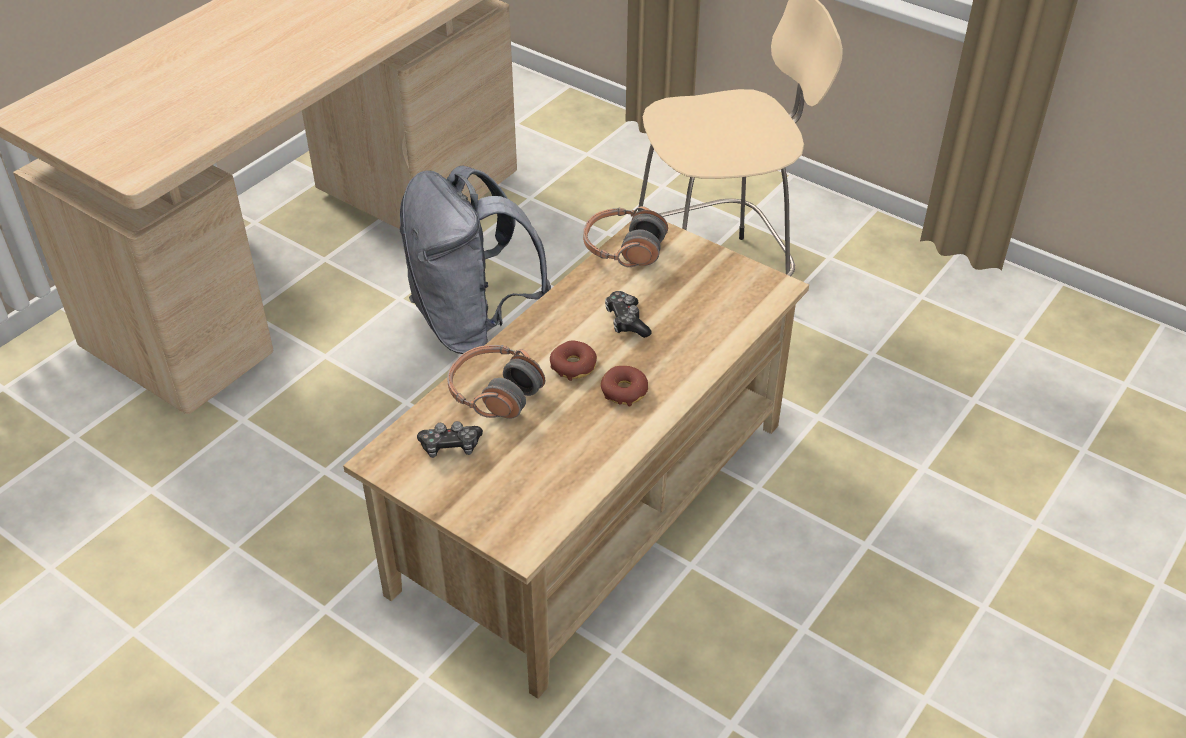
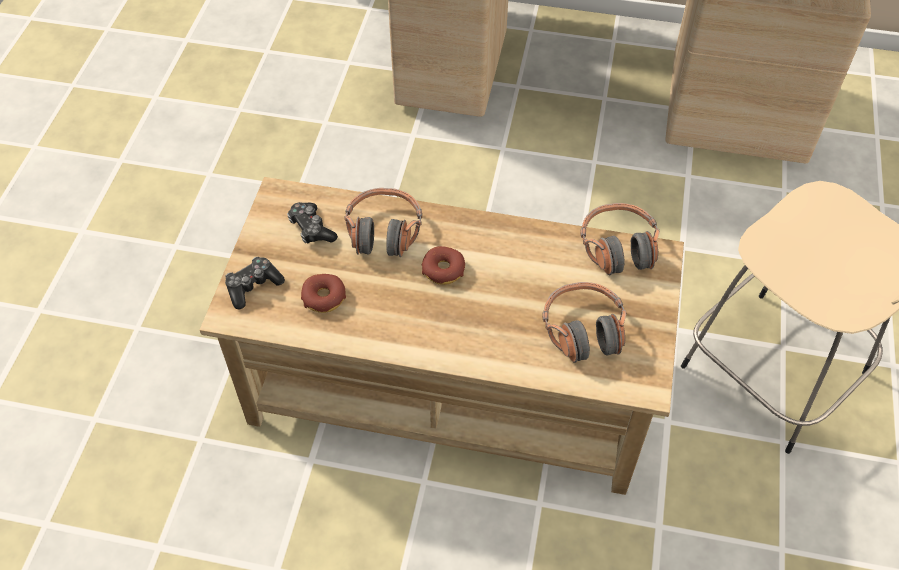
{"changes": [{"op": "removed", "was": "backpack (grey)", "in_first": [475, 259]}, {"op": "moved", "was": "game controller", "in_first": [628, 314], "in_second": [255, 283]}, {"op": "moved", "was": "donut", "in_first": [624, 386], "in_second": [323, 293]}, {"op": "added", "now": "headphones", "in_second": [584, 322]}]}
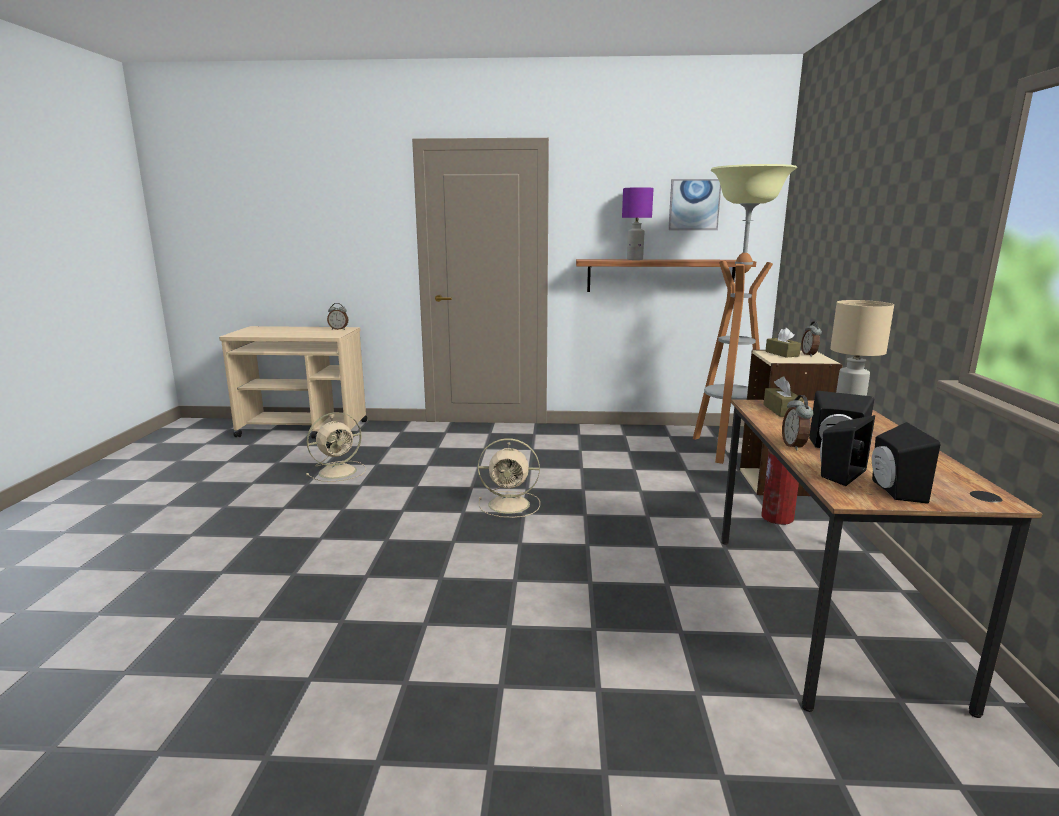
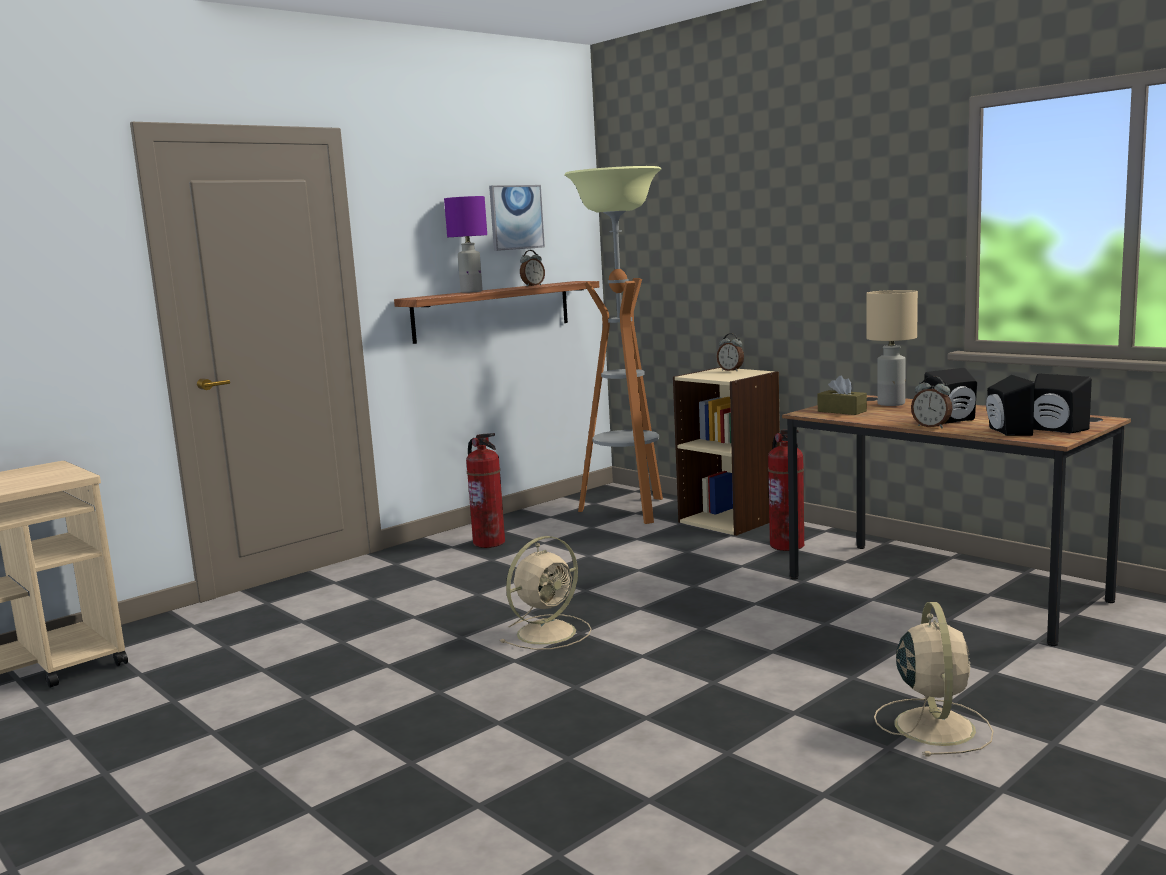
{"changes": [{"op": "moved", "was": "alarm clock", "in_first": [338, 316], "in_second": [532, 268]}, {"op": "removed", "was": "tissue box (brown)", "in_first": [783, 343]}, {"op": "moved", "was": "fan (beige)", "in_first": [336, 447], "in_second": [933, 679]}, {"op": "added", "now": "fire extinguisher", "in_second": [485, 490]}]}
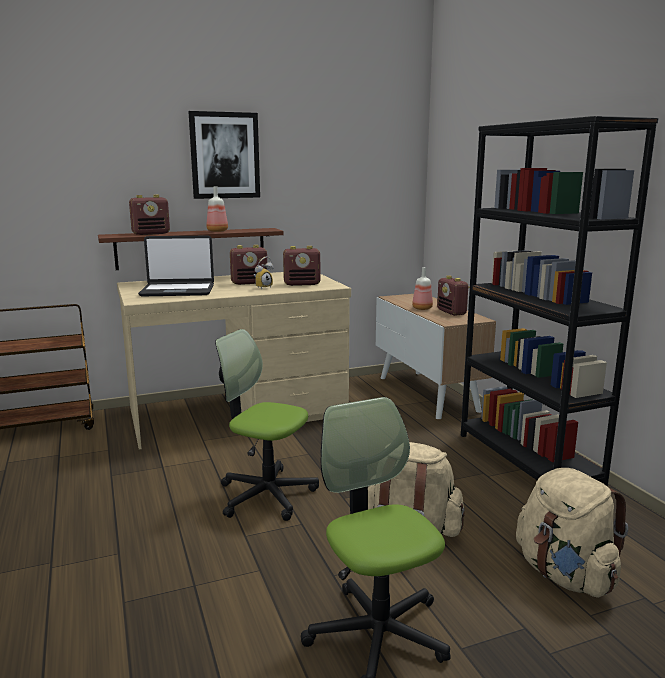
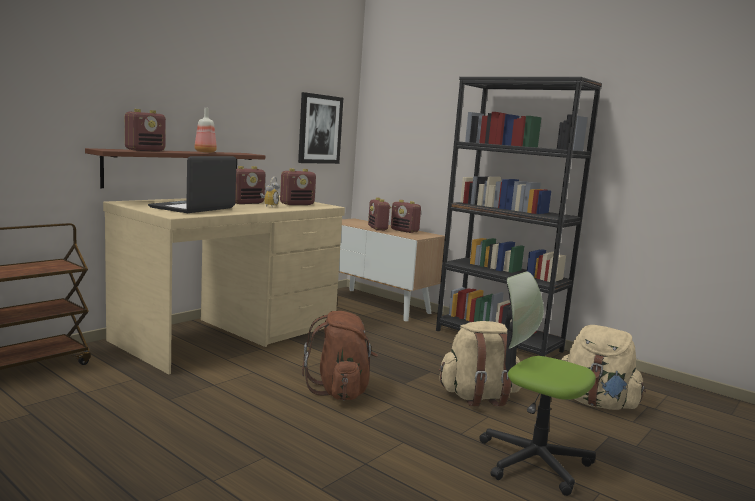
{"changes": [{"op": "moved", "was": "picture", "in_first": [224, 155], "in_second": [320, 128]}, {"op": "turned", "was": "laptop", "in_first": [176, 266], "in_second": [192, 184], "clockwise": 150}, {"op": "replaced", "was": "bottle", "now": "radio", "in_first": [422, 288], "in_second": [380, 214]}, {"op": "replaced", "was": "office chair", "now": "backpack (brown)", "in_first": [267, 425], "in_second": [340, 355]}]}
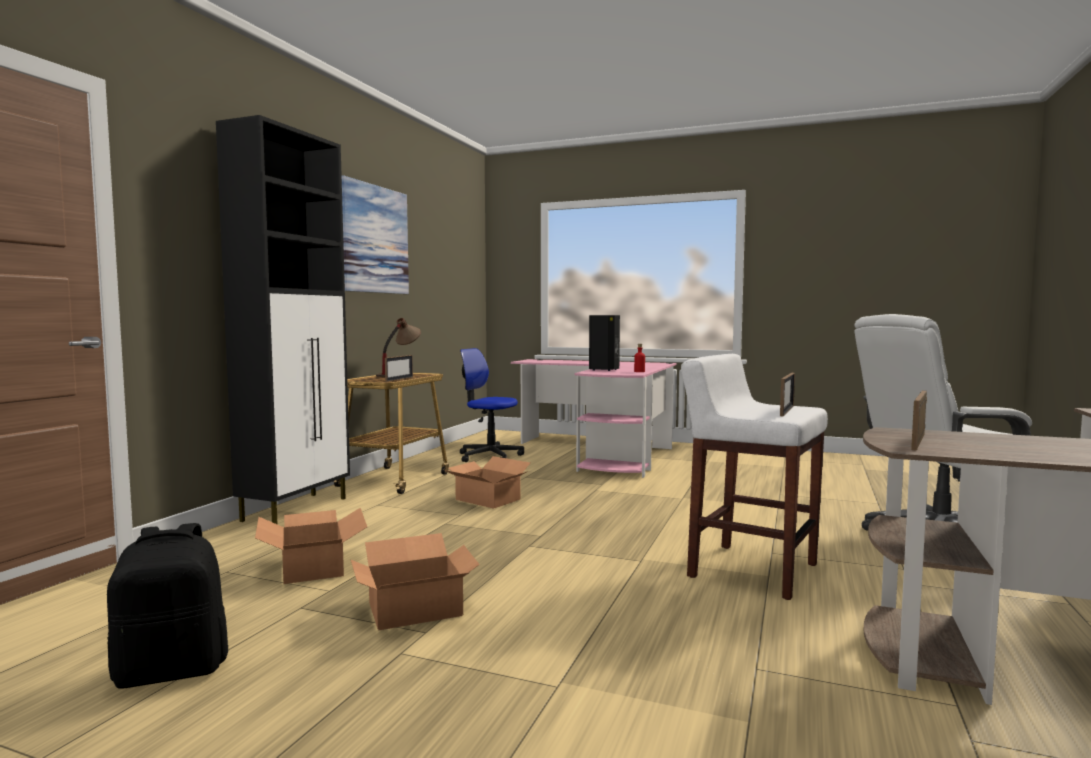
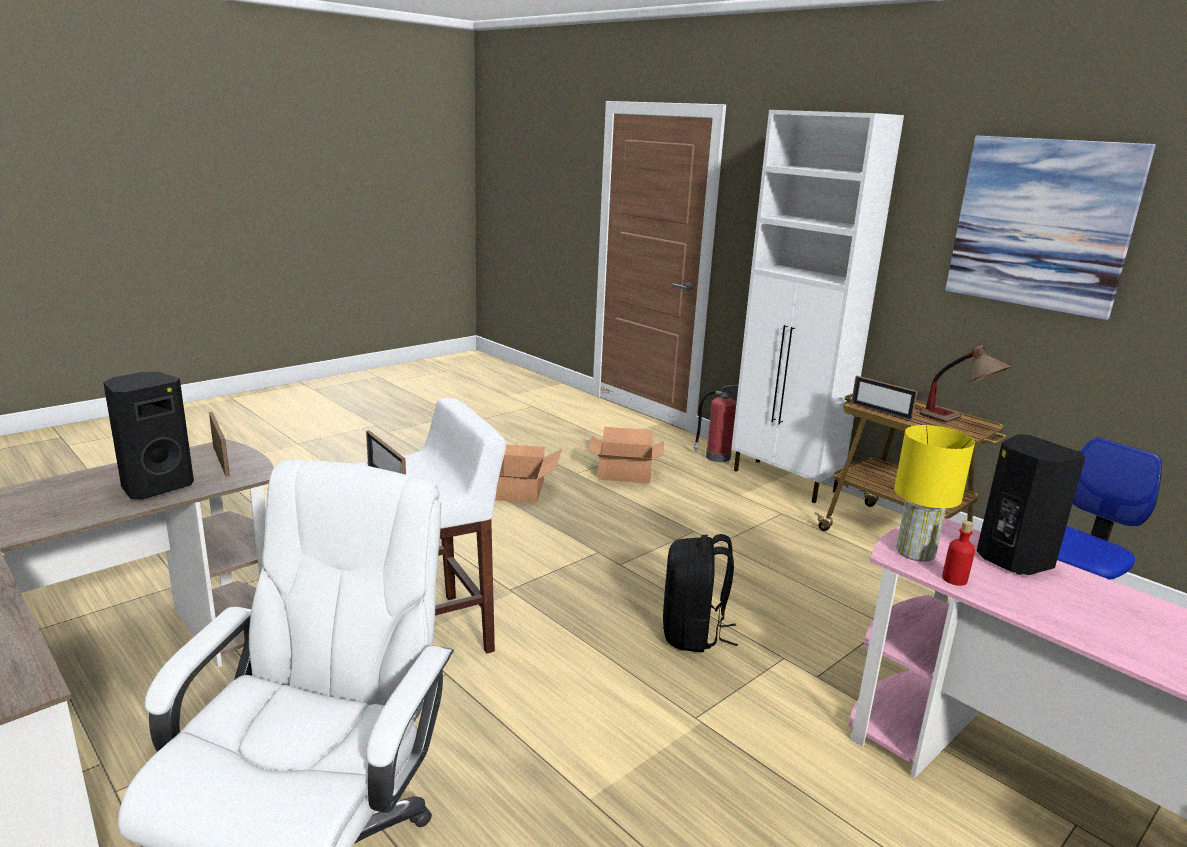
{"changes": [{"op": "recoloured", "was": "cabinet (black)", "now": "cabinet (white)", "in_first": [283, 320], "in_second": [817, 306]}, {"op": "removed", "was": "cardboard box", "in_first": [487, 482]}, {"op": "moved", "was": "backpack (black)", "in_first": [167, 606], "in_second": [700, 593]}, {"op": "added", "now": "speaker (black)", "in_second": [148, 436]}, {"op": "added", "now": "fire extinguisher", "in_second": [716, 423]}, {"op": "added", "now": "table lamp (yellow)", "in_second": [934, 493]}]}
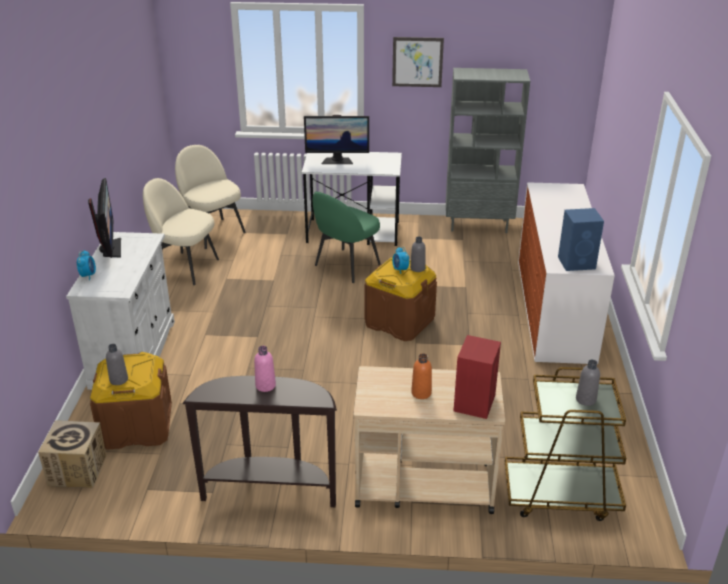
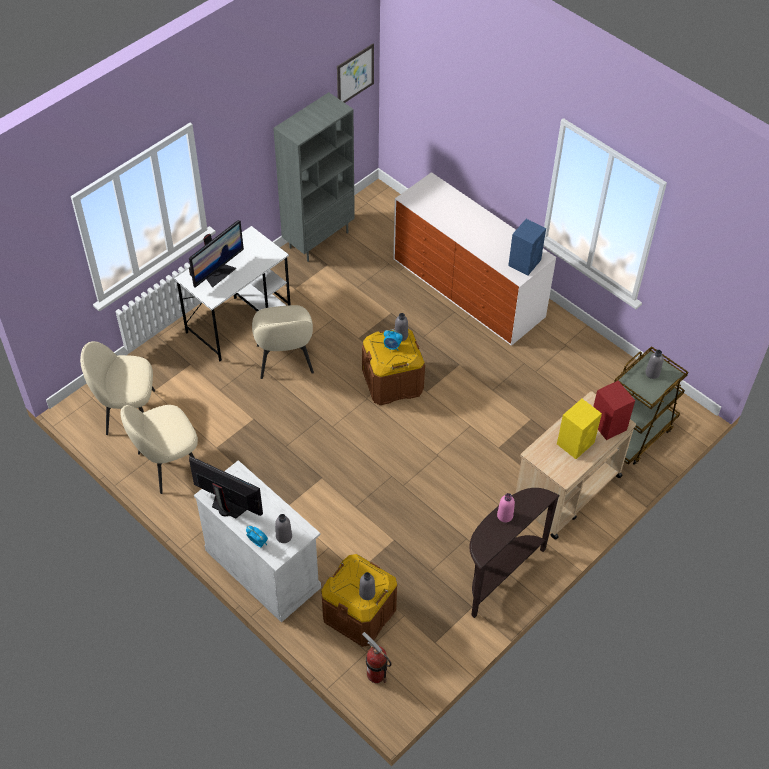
{"changes": [{"op": "moved", "was": "picture", "in_first": [418, 62], "in_second": [355, 73]}, {"op": "recoloured", "was": "chair (green)", "now": "chair (beige)", "in_first": [347, 237], "in_second": [283, 342]}, {"op": "replaced", "was": "bottle (orange)", "now": "speaker (yellow)", "in_first": [421, 376], "in_second": [579, 429]}, {"op": "replaced", "was": "cardboard box", "now": "fire extinguisher", "in_first": [72, 454], "in_second": [376, 657]}, {"op": "added", "now": "bottle (grey)", "in_second": [283, 528]}]}
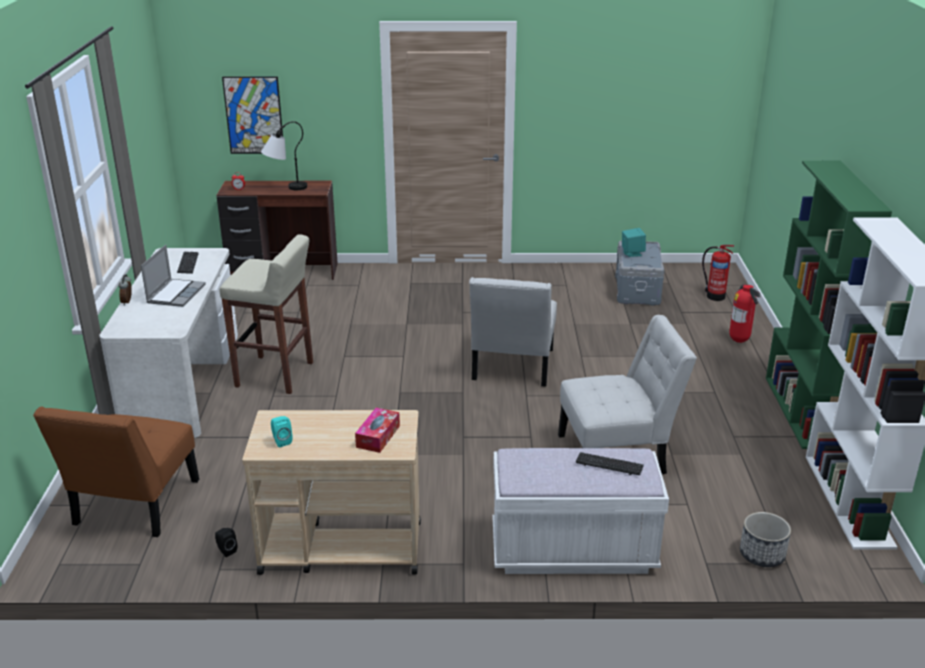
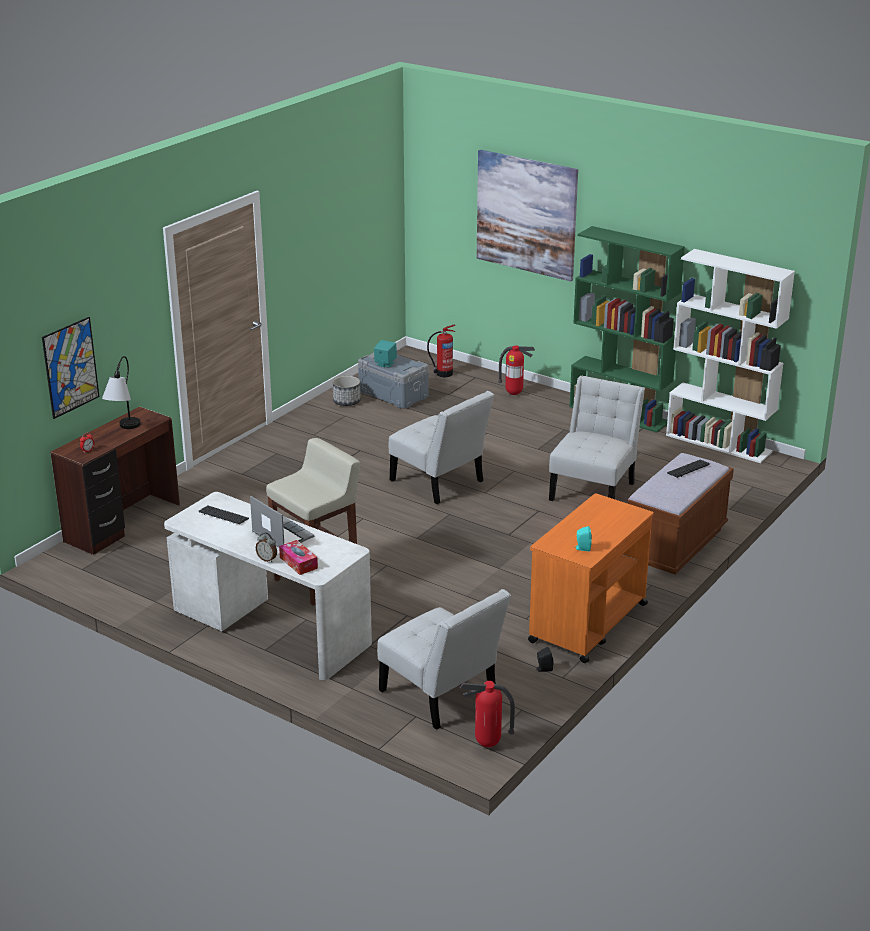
{"changes": [{"op": "recoloured", "was": "chair (brown)", "now": "chair (white)", "in_first": [116, 472], "in_second": [444, 659]}, {"op": "moved", "was": "tissue box", "in_first": [377, 430], "in_second": [298, 557]}, {"op": "recoloured", "was": "cart (beige)", "now": "cart (orange)", "in_first": [331, 492], "in_second": [591, 578]}, {"op": "recoloured", "was": "bench (white)", "now": "bench (brown)", "in_first": [580, 511], "in_second": [681, 514]}, {"op": "moved", "was": "planter", "in_first": [765, 539], "in_second": [347, 391]}, {"op": "added", "now": "picture", "in_second": [527, 215]}, {"op": "added", "now": "fire extinguisher", "in_second": [487, 714]}]}
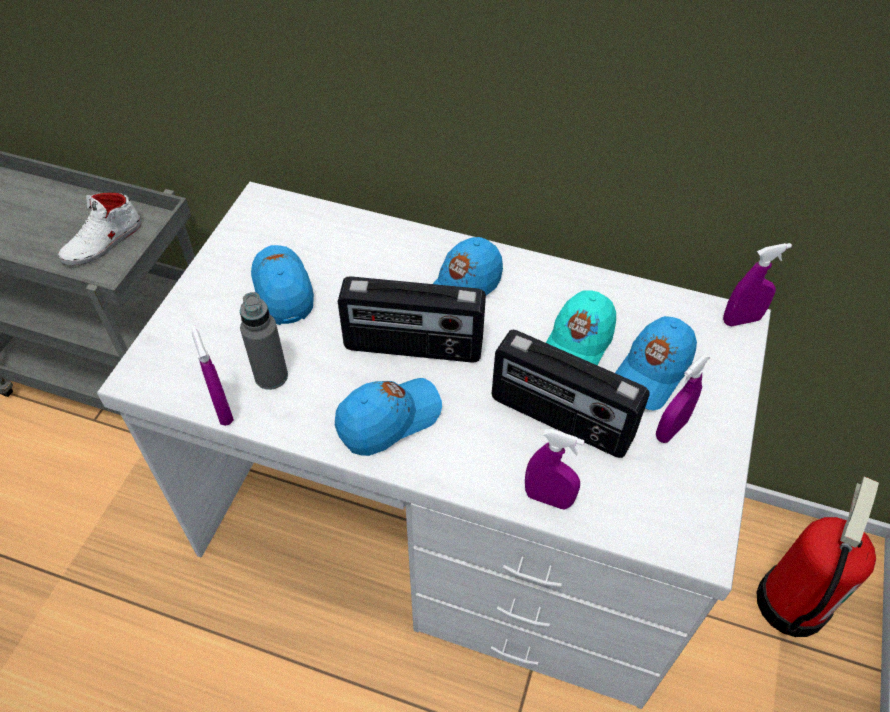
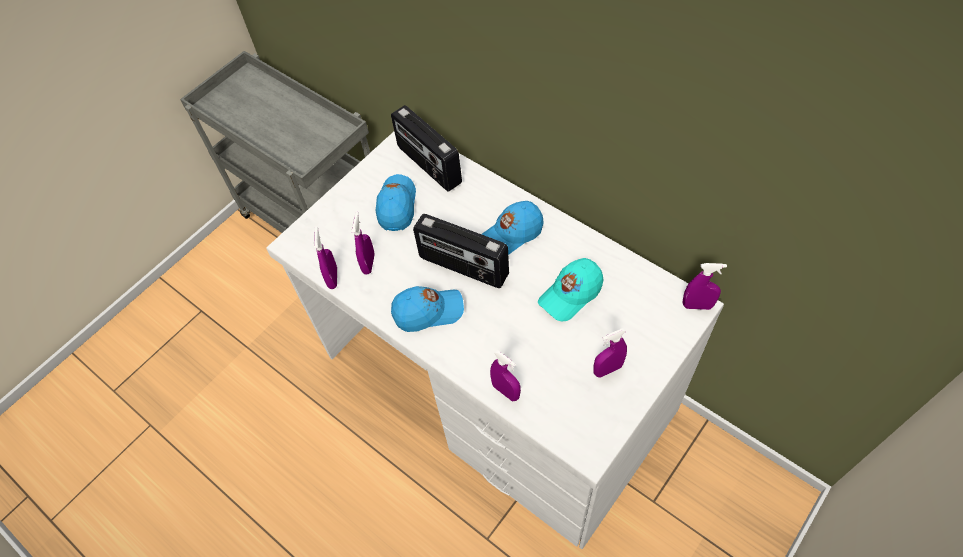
{"changes": [{"op": "removed", "was": "shoe (white)", "in_first": [99, 229]}, {"op": "replaced", "was": "bottle (grey)", "now": "spray bottle (purple)", "in_first": [264, 341], "in_second": [363, 243]}, {"op": "removed", "was": "cap (blue)", "in_first": [656, 363]}, {"op": "moved", "was": "radio", "in_first": [571, 394], "in_second": [426, 148]}, {"op": "removed", "was": "fire extinguisher", "in_first": [817, 556]}]}
